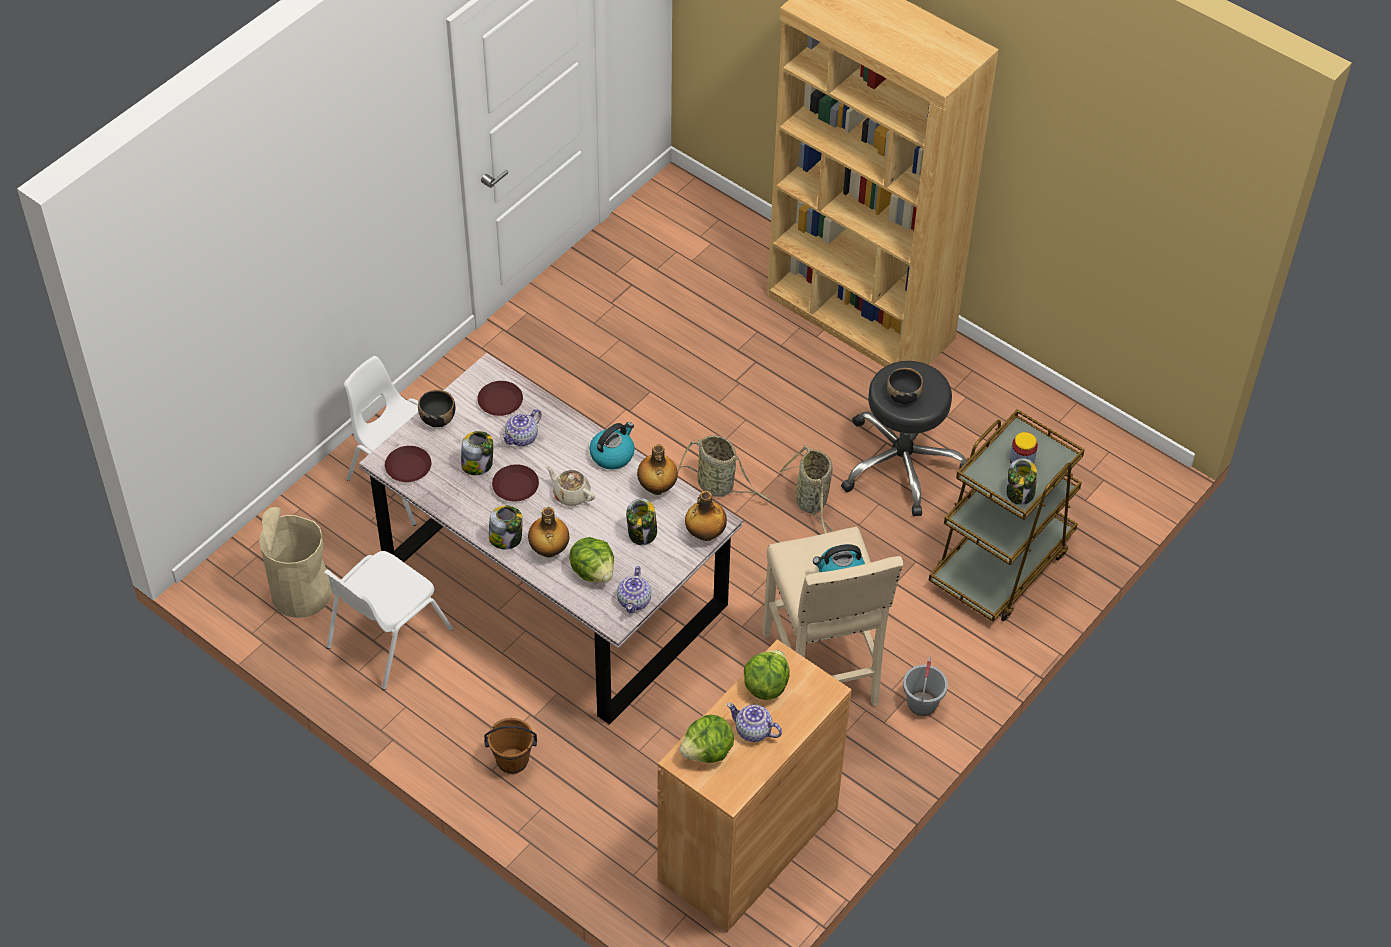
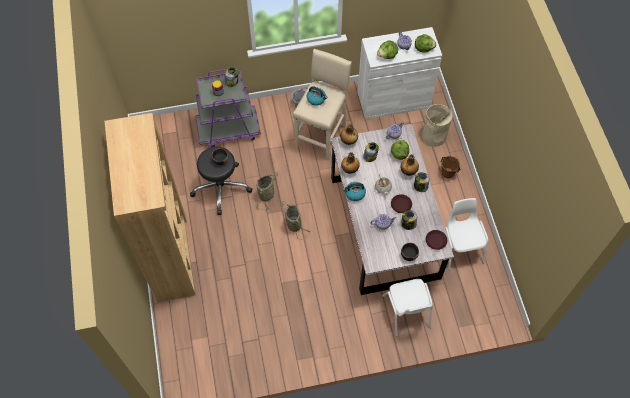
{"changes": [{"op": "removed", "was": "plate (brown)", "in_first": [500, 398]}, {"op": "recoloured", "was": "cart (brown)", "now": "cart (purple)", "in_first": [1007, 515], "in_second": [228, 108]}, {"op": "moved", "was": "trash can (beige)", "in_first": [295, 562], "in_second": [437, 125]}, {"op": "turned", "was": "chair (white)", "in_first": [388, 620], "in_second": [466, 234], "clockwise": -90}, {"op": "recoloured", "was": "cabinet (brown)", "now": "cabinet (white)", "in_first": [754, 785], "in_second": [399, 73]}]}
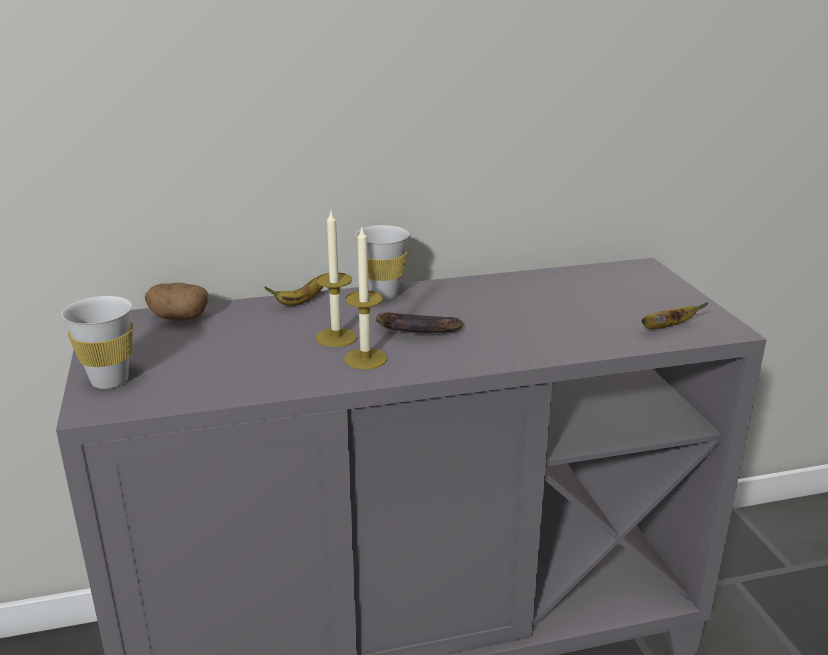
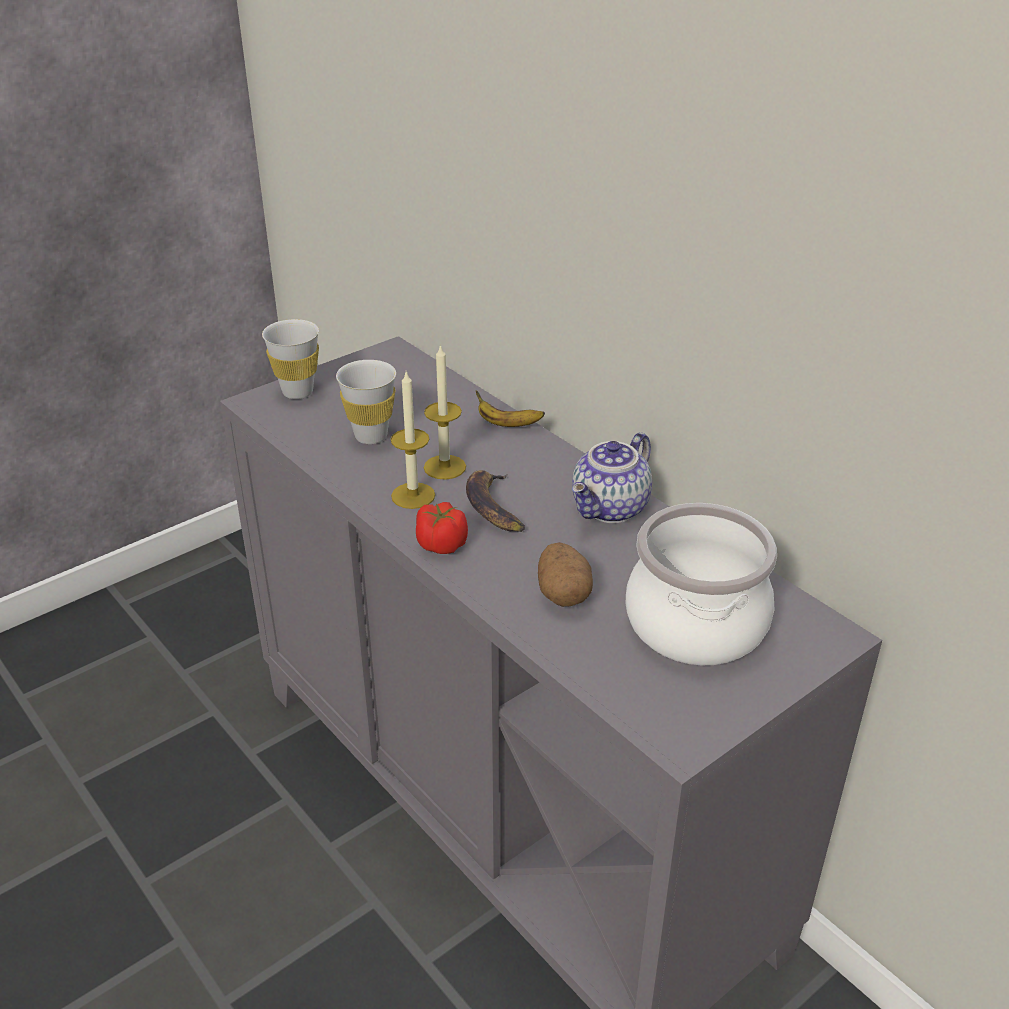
{"changes": [{"op": "moved", "was": "cup (white)", "in_first": [382, 262], "in_second": [366, 402]}, {"op": "moved", "was": "potato", "in_first": [177, 302], "in_second": [565, 574]}, {"op": "removed", "was": "banana", "in_first": [674, 315]}, {"op": "added", "now": "teapot", "in_second": [612, 477]}, {"op": "added", "now": "tomato", "in_second": [442, 528]}, {"op": "added", "now": "cooking pot", "in_second": [701, 584]}]}
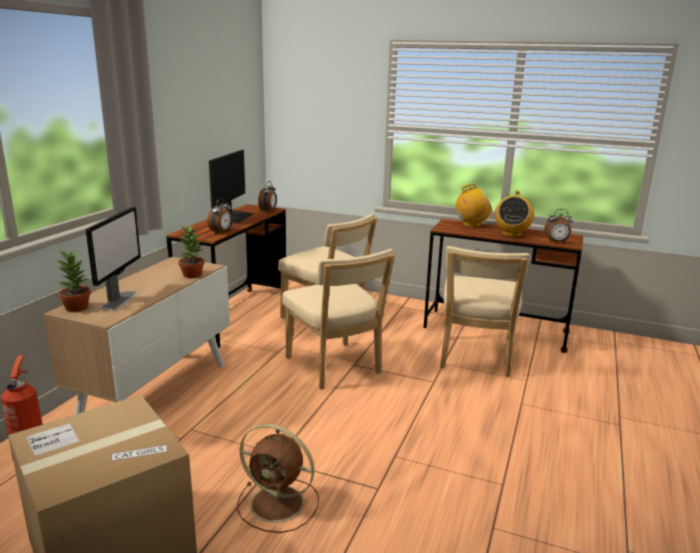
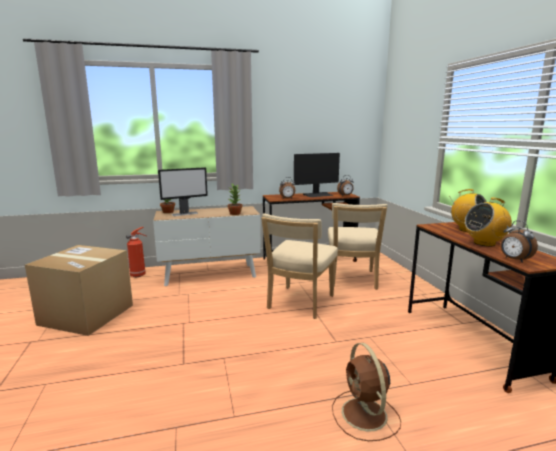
{"changes": [{"op": "removed", "was": "chair (beige)", "in_first": [485, 311]}, {"op": "moved", "was": "fan (brown)", "in_first": [278, 478], "in_second": [366, 392]}]}
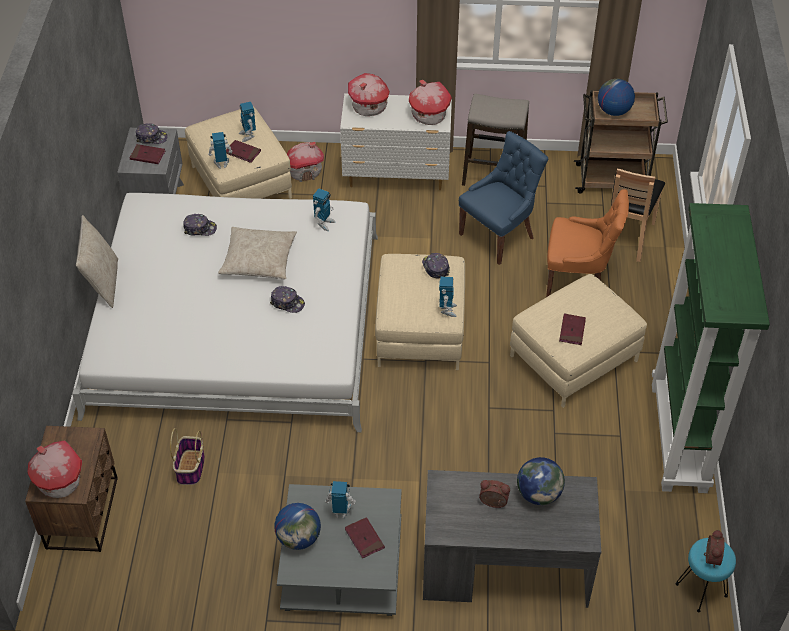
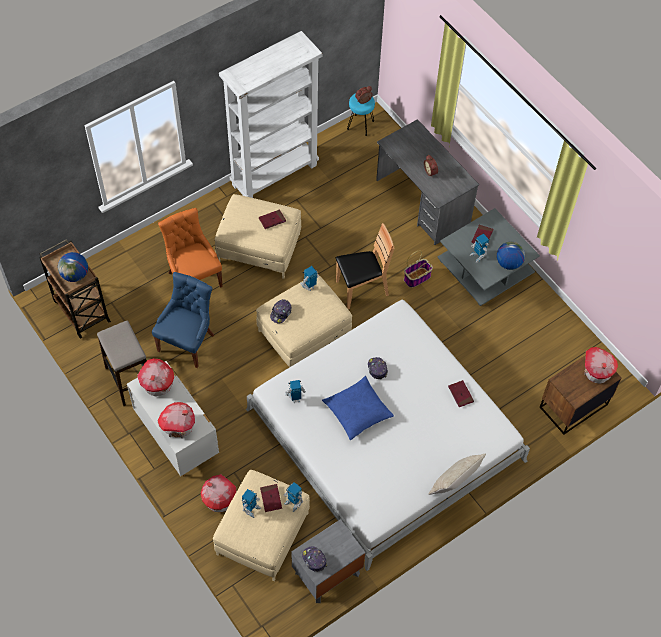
{"changes": [{"op": "turned", "was": "chair (blue)", "in_first": [503, 198], "in_second": [183, 320], "clockwise": 105}, {"op": "moved", "was": "book (red)", "in_first": [147, 154], "in_second": [461, 393]}, {"op": "moved", "was": "chair (brown)", "in_first": [638, 215], "in_second": [365, 266]}, {"op": "recoloured", "was": "bookcase (green)", "now": "bookcase (white)", "in_first": [711, 348], "in_second": [270, 114]}, {"op": "removed", "was": "cap", "in_first": [200, 225]}, {"op": "recoloured", "was": "pillow (beige)", "now": "pillow (blue)", "in_first": [257, 253], "in_second": [358, 408]}, {"op": "moved", "was": "basket", "in_first": [187, 456], "in_second": [418, 269]}, {"op": "removed", "was": "globe", "in_first": [541, 481]}]}
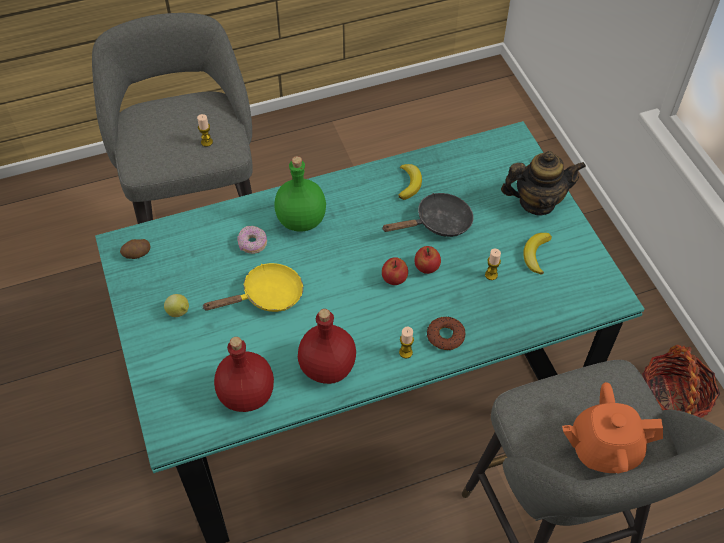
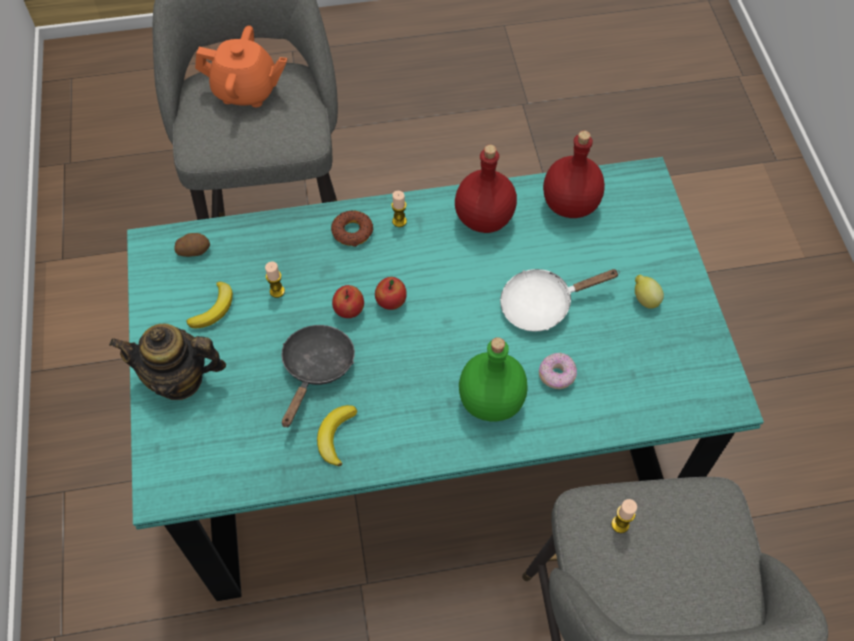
{"changes": [{"op": "turned", "was": "frying pan (black)", "in_first": [427, 215], "in_second": [318, 376], "clockwise": 120}, {"op": "moved", "was": "potato", "in_first": [135, 249], "in_second": [192, 245]}, {"op": "recoloured", "was": "frying pan (yellow)", "now": "frying pan (white)", "in_first": [253, 287], "in_second": [560, 300]}, {"op": "removed", "was": "basket", "in_first": [681, 381]}]}
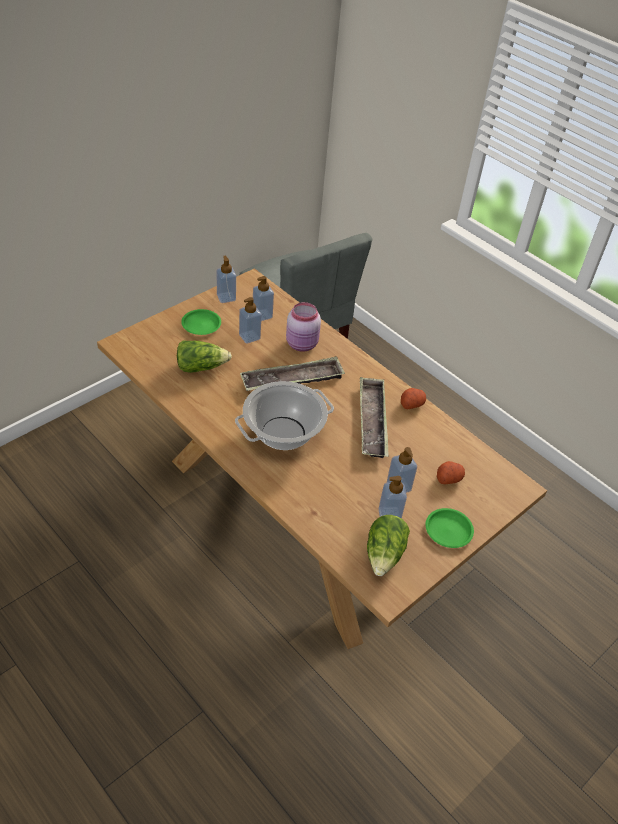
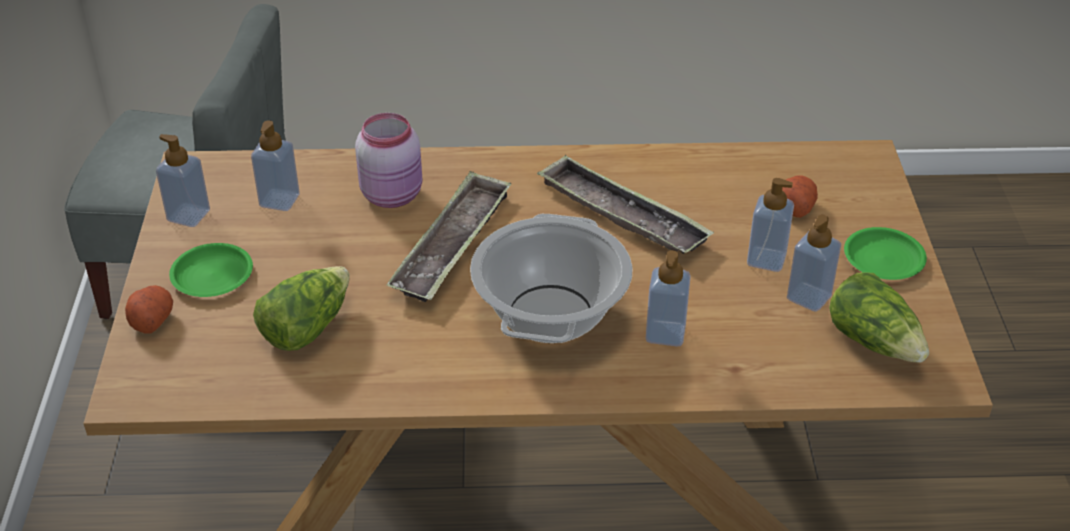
{"changes": [{"op": "moved", "was": "soap dispenser", "in_first": [250, 320], "in_second": [668, 298]}, {"op": "moved", "was": "potato", "in_first": [413, 398], "in_second": [149, 309]}]}
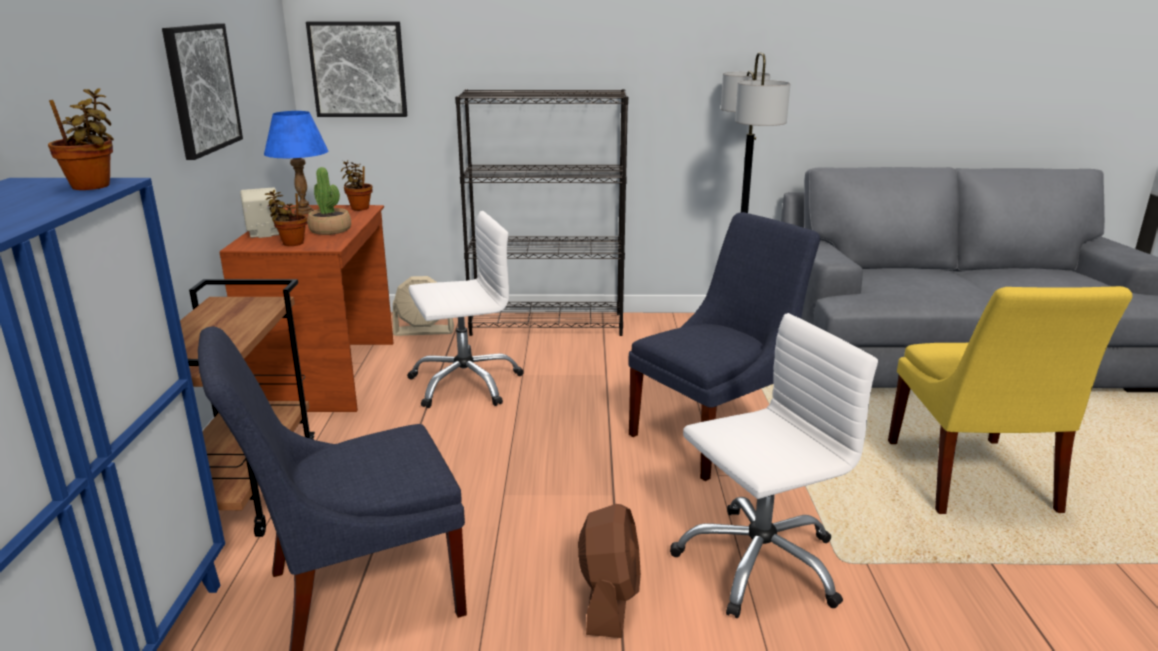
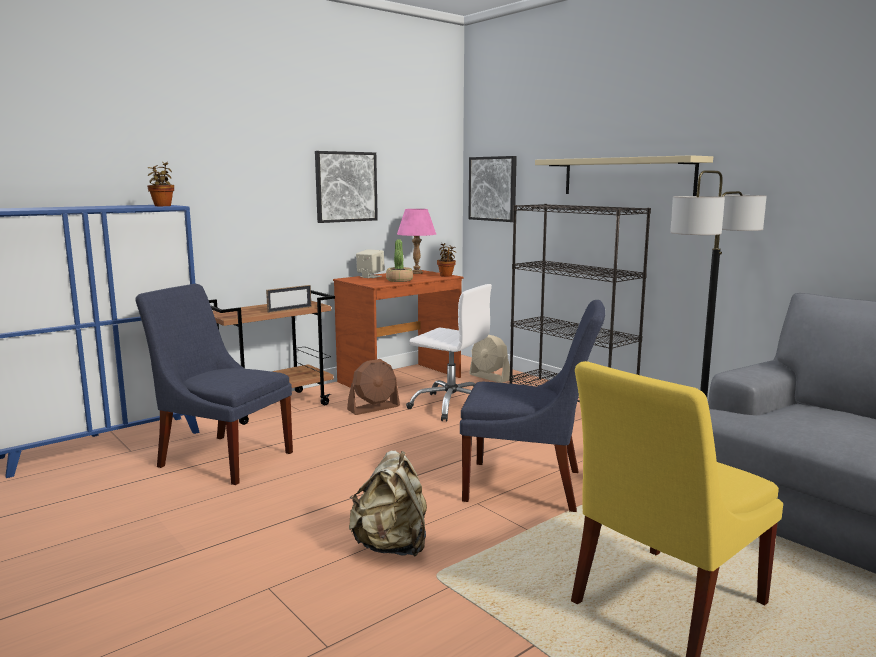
{"changes": [{"op": "recoloured", "was": "table lamp (blue)", "now": "table lamp (pink)", "in_first": [296, 163], "in_second": [416, 241]}, {"op": "removed", "was": "potted plant", "in_first": [285, 218]}, {"op": "replaced", "was": "office chair (white)", "now": "backpack (beige)", "in_first": [774, 465], "in_second": [388, 503]}, {"op": "moved", "was": "fan (brown)", "in_first": [609, 571], "in_second": [373, 387]}, {"op": "added", "now": "shelf (beige)", "in_second": [624, 175]}, {"op": "added", "now": "picture frame", "in_second": [288, 299]}]}
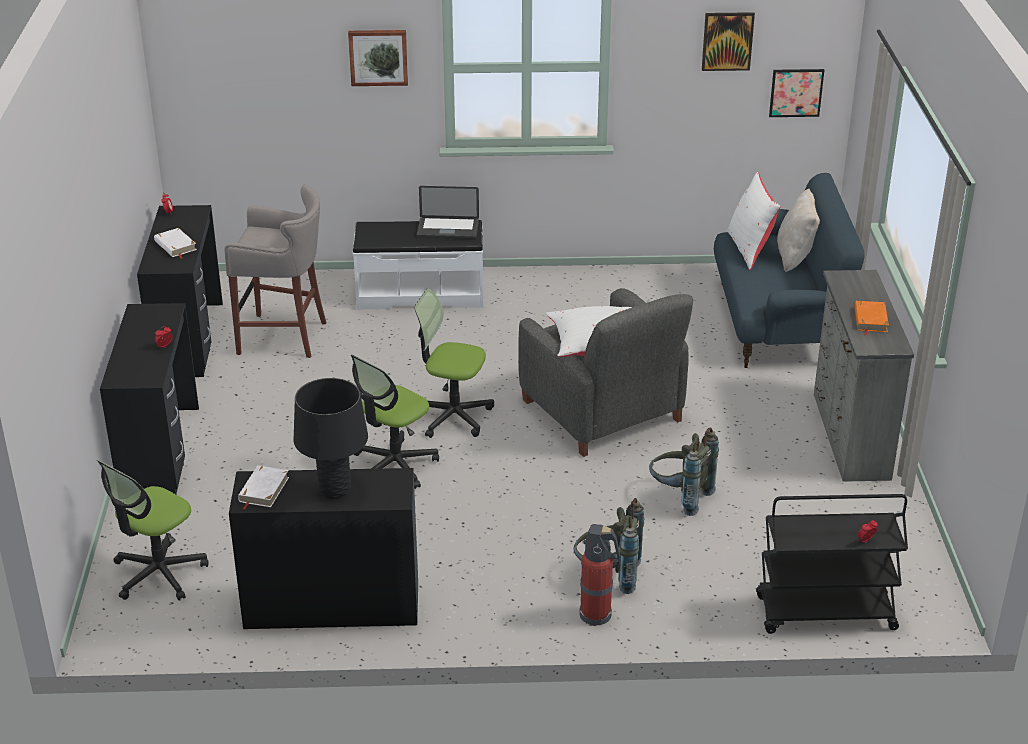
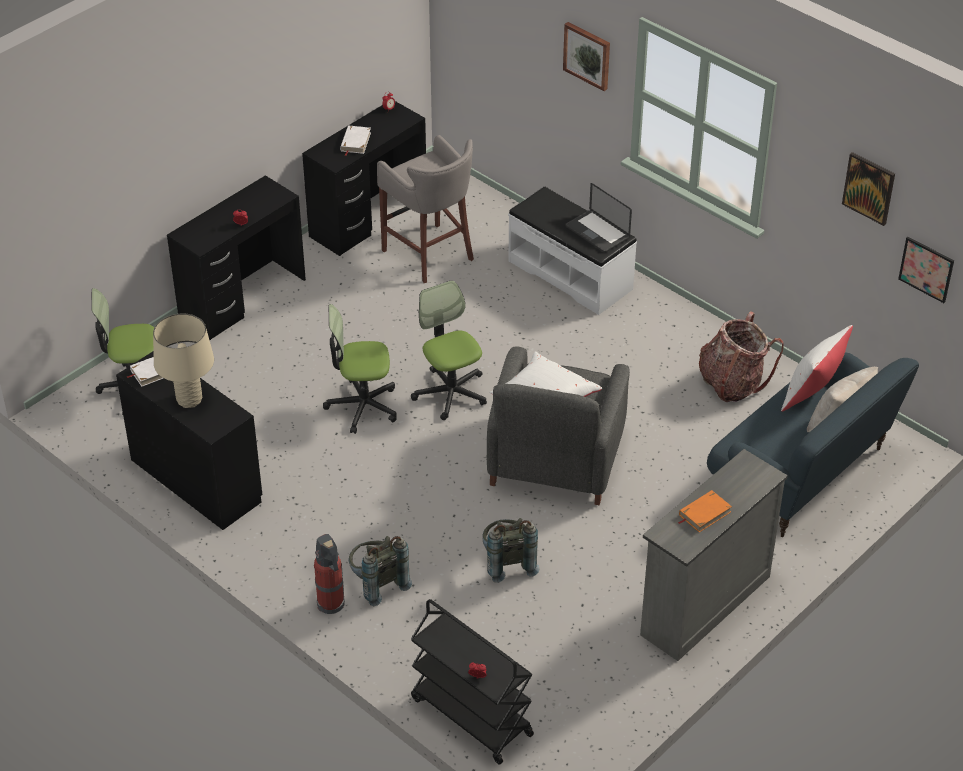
{"changes": [{"op": "recoloured", "was": "table lamp (black)", "now": "table lamp (beige)", "in_first": [331, 438], "in_second": [183, 360]}, {"op": "added", "now": "backpack", "in_second": [741, 356]}]}
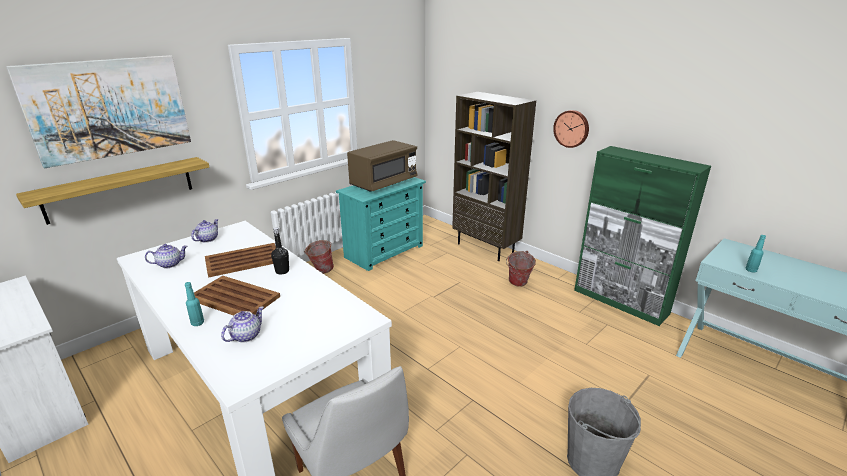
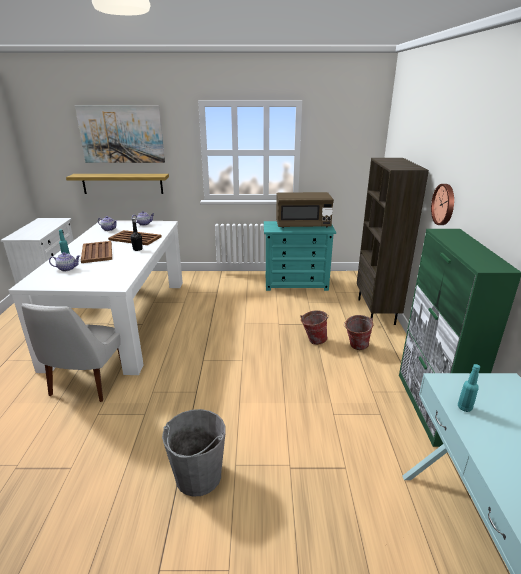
{"changes": [{"op": "moved", "was": "bucket", "in_first": [319, 257], "in_second": [314, 327]}]}
